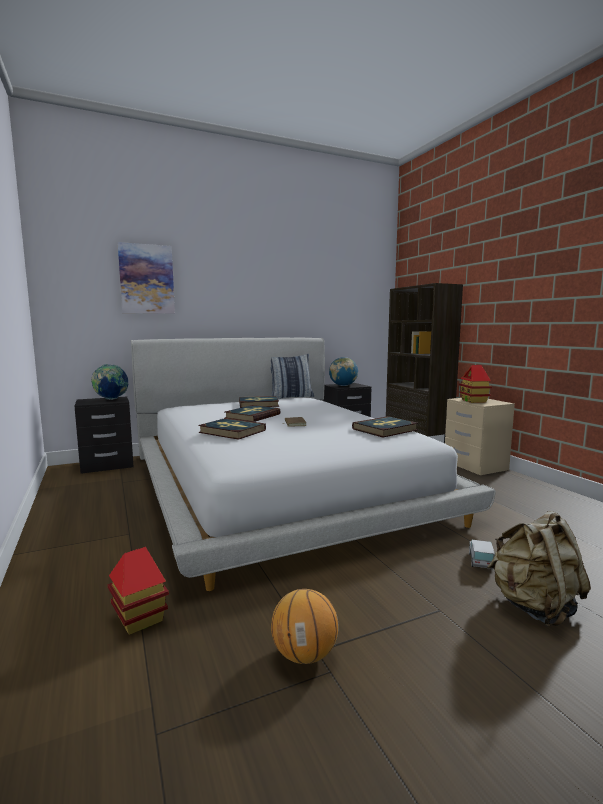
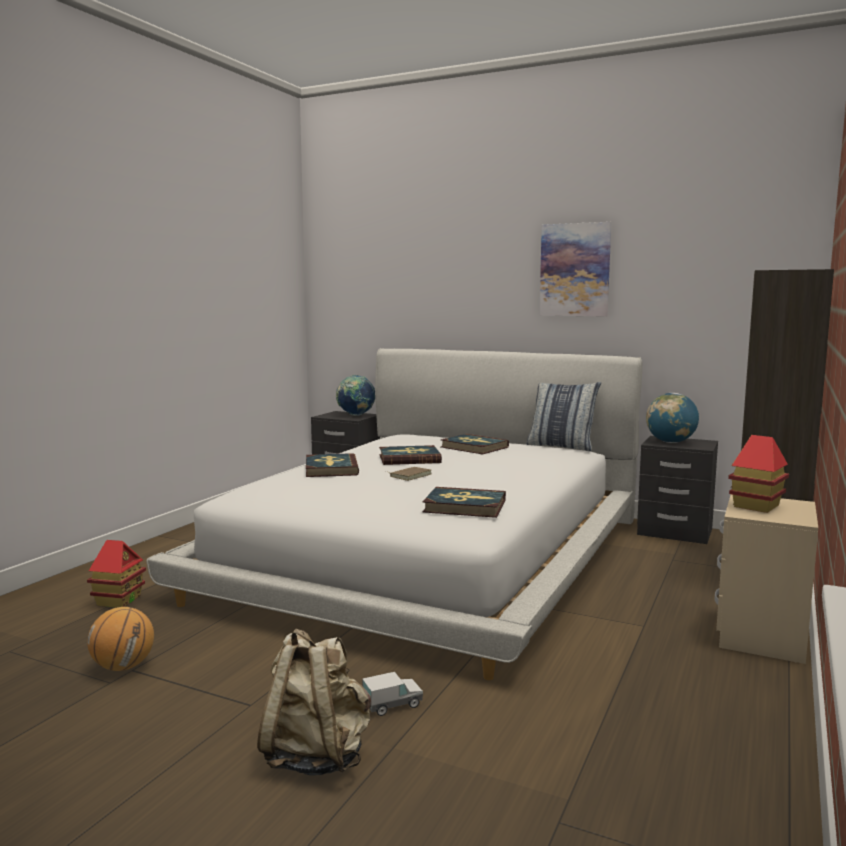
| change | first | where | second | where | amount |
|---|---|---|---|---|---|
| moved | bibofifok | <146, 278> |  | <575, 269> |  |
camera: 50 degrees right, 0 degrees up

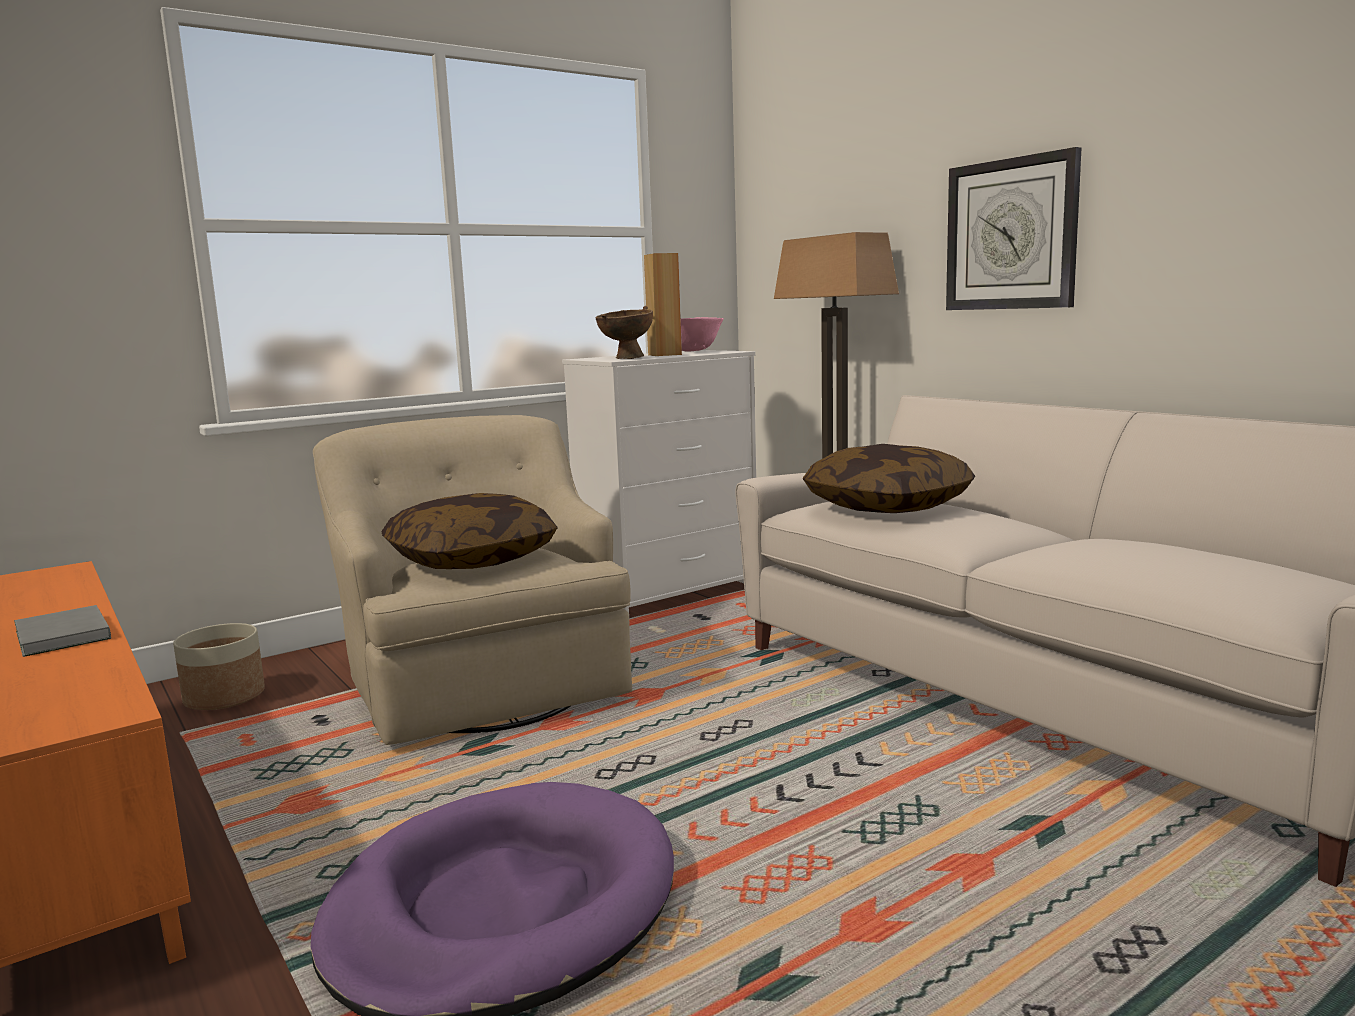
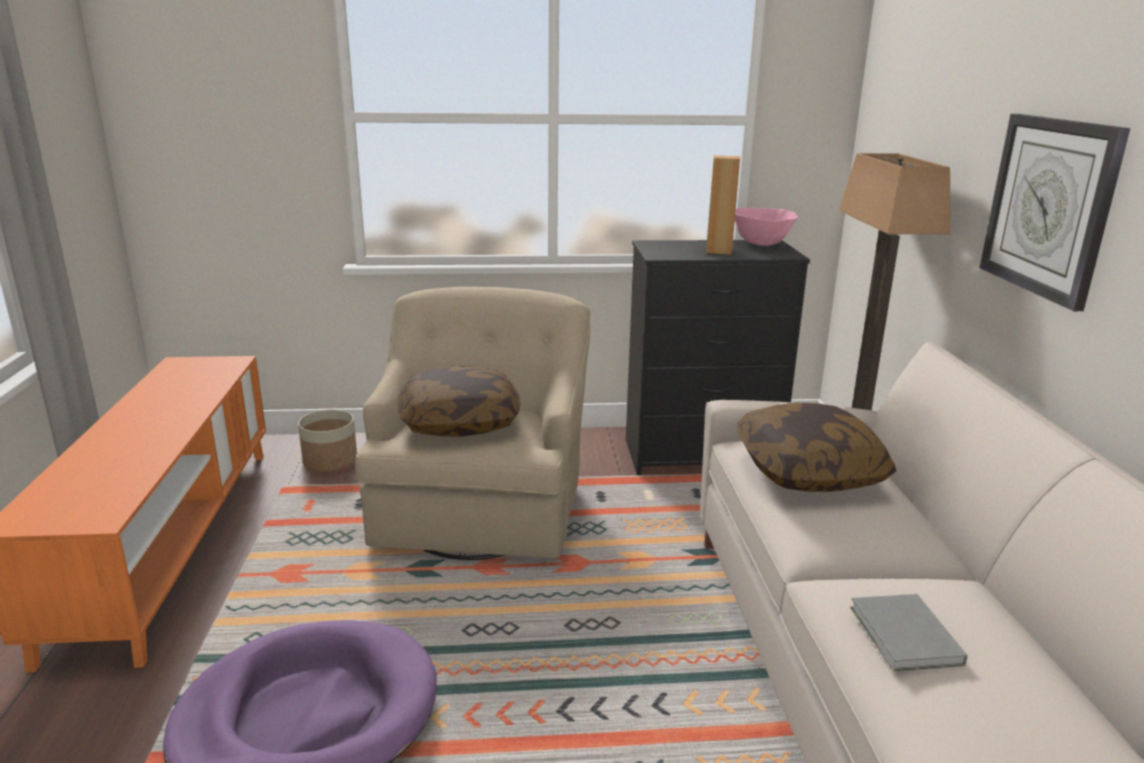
| change | first | where | second | where | amount |
|---|---|---|---|---|---|
| moved | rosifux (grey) | <62, 631> |  | <909, 632> |  |
| recoloured | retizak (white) | <659, 481> | retizak (black) | <718, 357> |  |
| removed | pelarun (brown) | <624, 332> |  |  |  |
camera: 30 degrees right, 10 degrees up

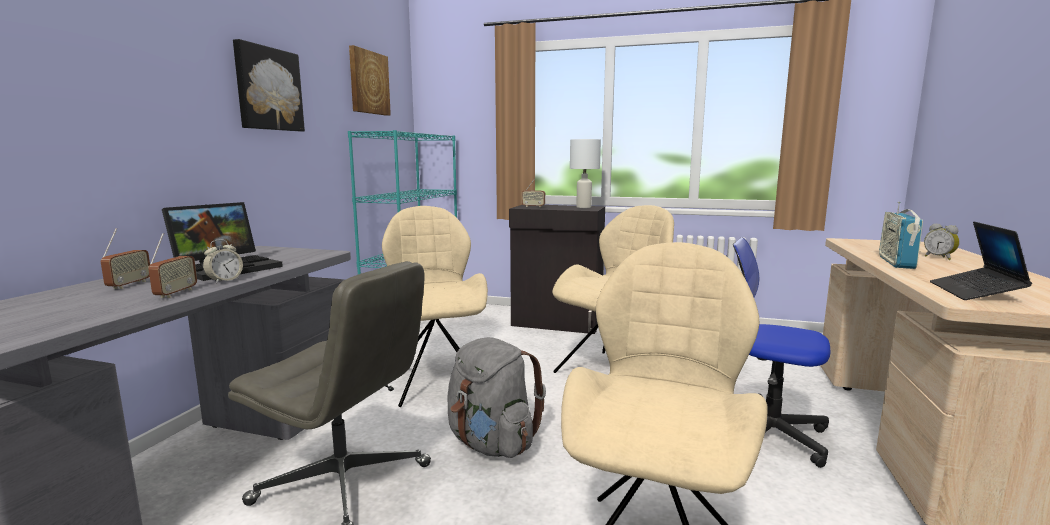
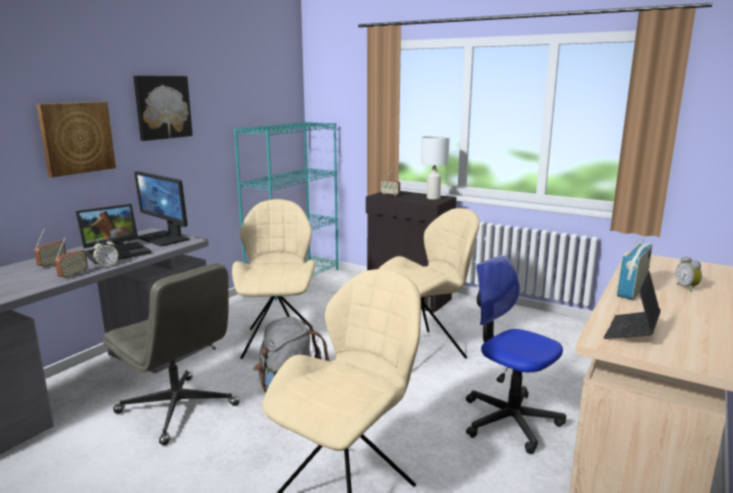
| change | first | where | second | where | amount |
|---|---|---|---|---|---|
| moved | bibofifok | <370, 80> |  | <76, 139> |  |
| added |  |  | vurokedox | <161, 209> |  |
camera: 15 degrees right, 5 degrees up

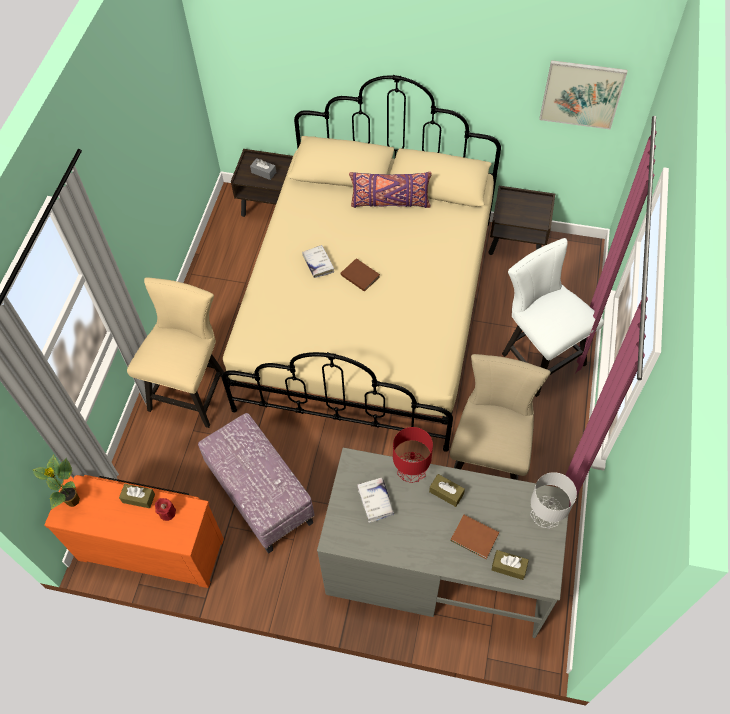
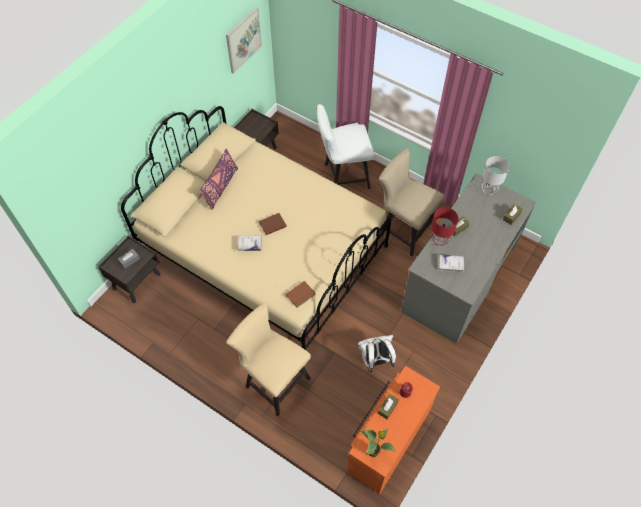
| change | first | where | second | where | amount |
|---|---|---|---|---|---|
| replaced | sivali | <256, 483> | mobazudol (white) | <377, 354> |  |
| moved | rosifux (brown) | <475, 537> |  | <301, 294> |  |
camera: 70 degrees left, 0 degrees up

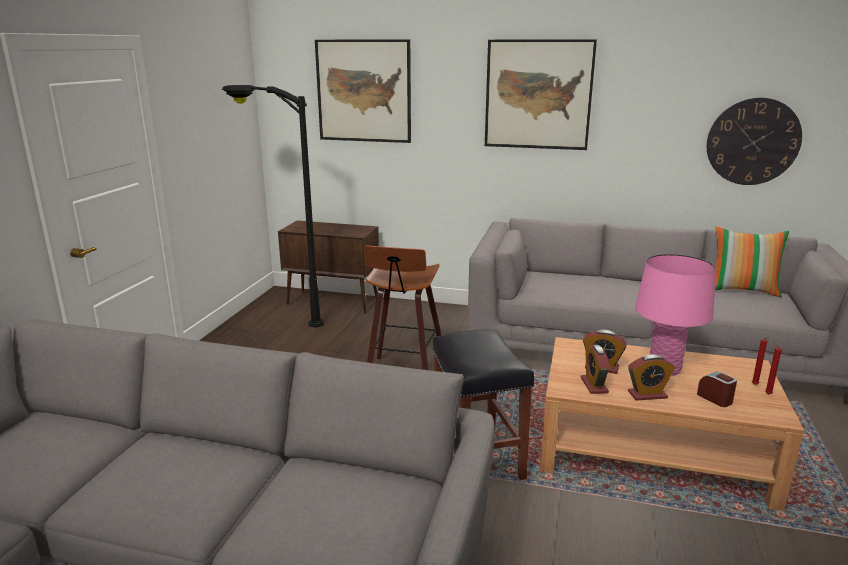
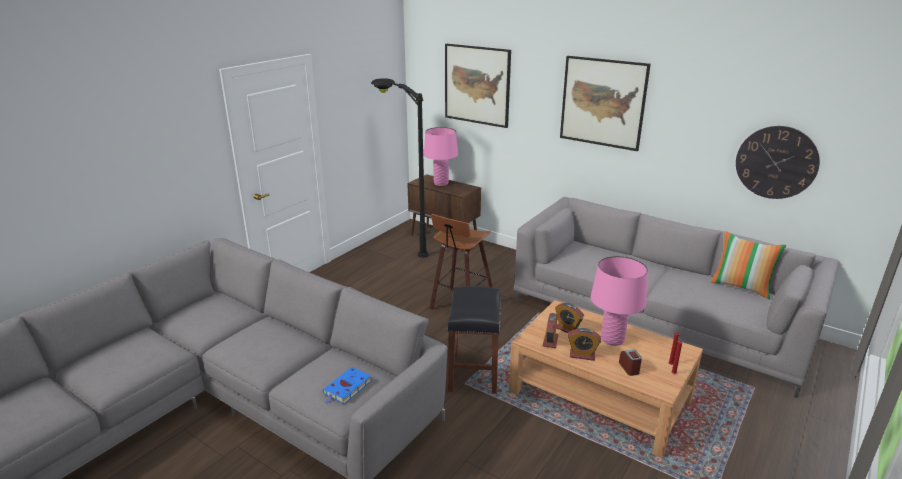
| change | first | where | second | where | amount |
|---|---|---|---|---|---|
| added |  |  | rosifux (blue) | <347, 385> |  |
| added |  |  | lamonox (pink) | <441, 156> |  |
camera: 20 degrees right, 5 degrees up

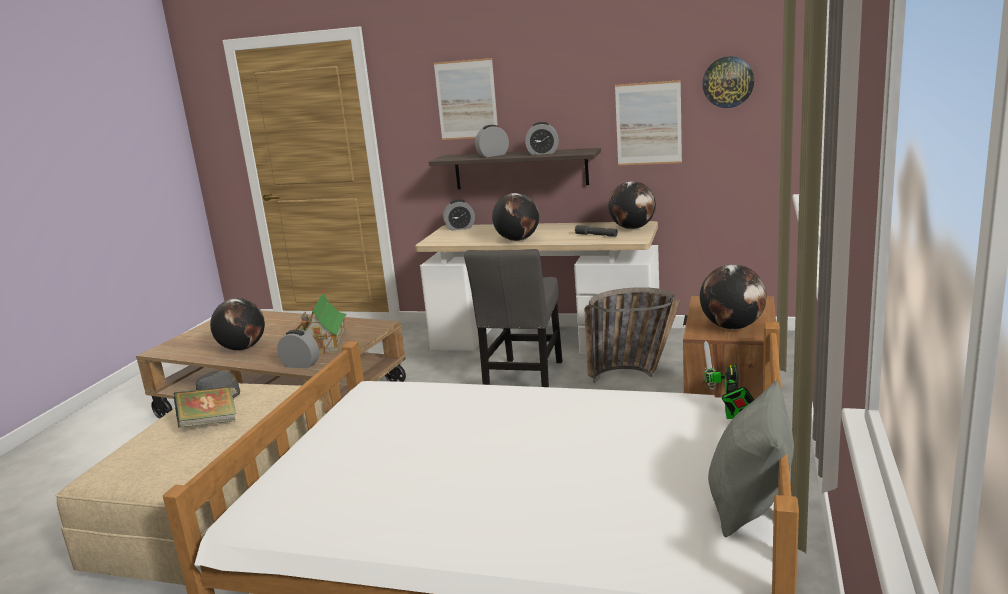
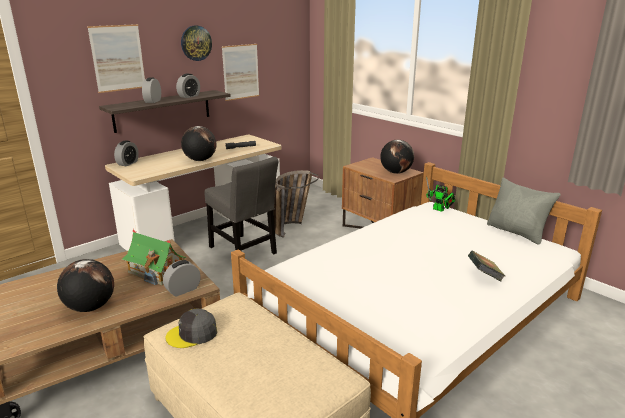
| change | first | where | second | where | amount |
|---|---|---|---|---|---|
| moved | rosifux | <205, 406> |  | <486, 266> |  |
| removed | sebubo | <632, 205> |  |  |  |
| moved | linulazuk | <728, 82> |  | <196, 43> |  |
camera: 60 degrees left, 5 degrees up

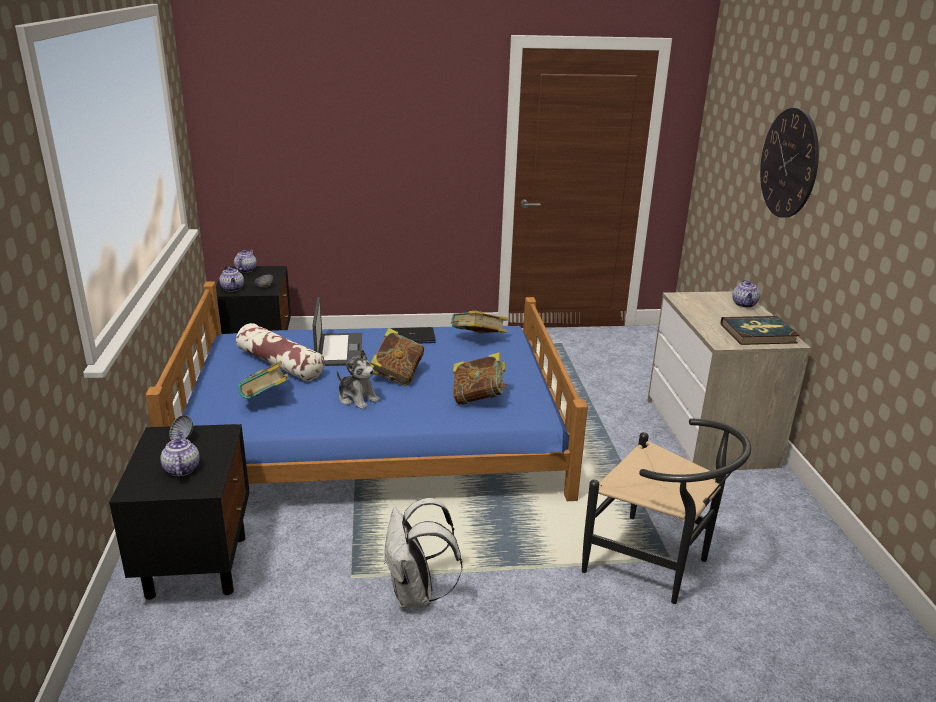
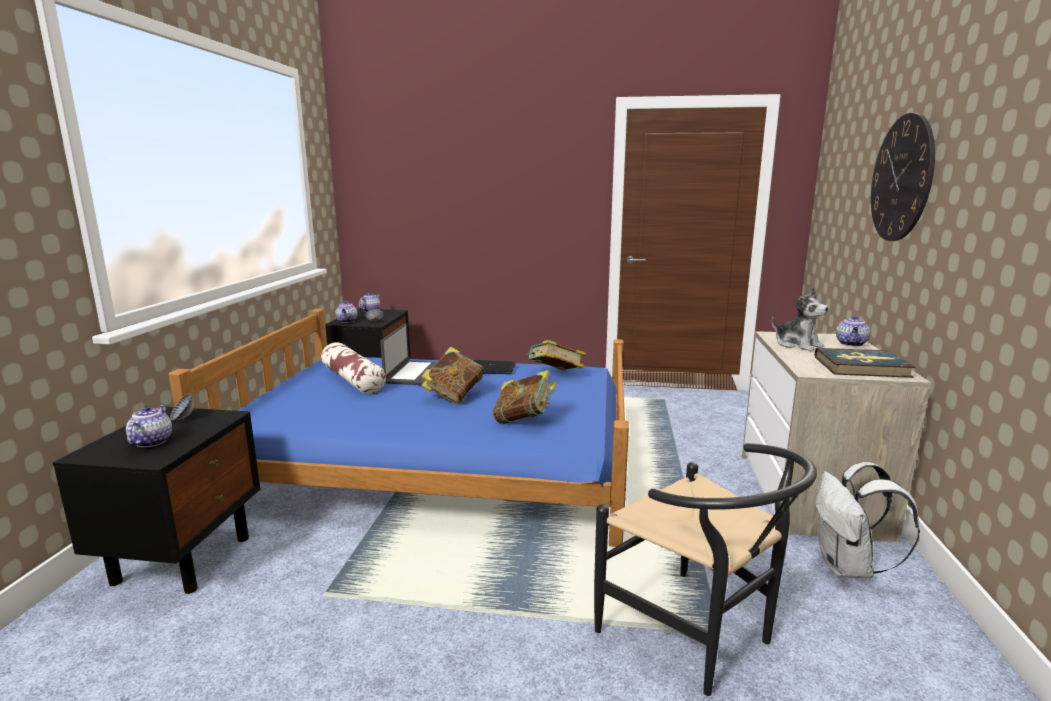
| change | first | where | second | where | amount |
|---|---|---|---|---|---|
| removed | rosifux | <263, 380> |  |  |  |
| moved | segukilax | <358, 379> |  | <800, 319> |  |
| moved | mobazudol (white) | <423, 553> |  | <867, 520> |  |
camera: 15 degrees right, 10 degrees down

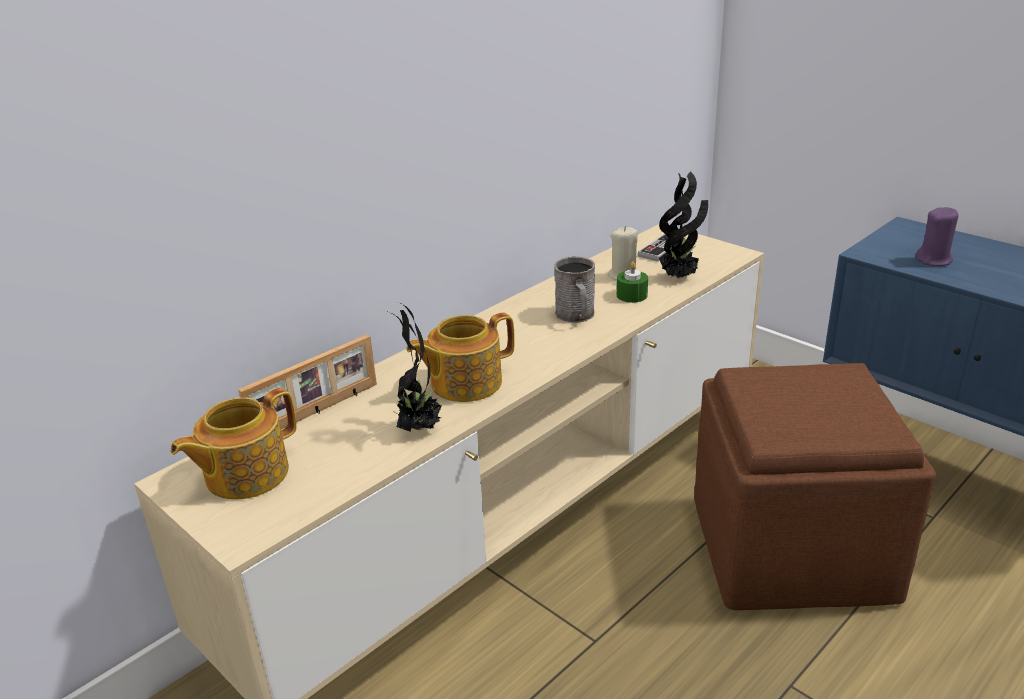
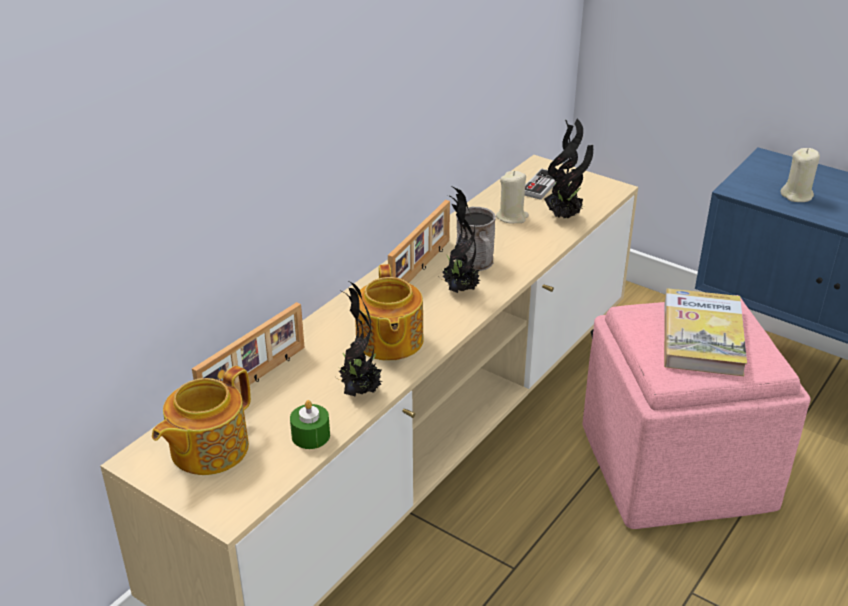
| change | first | where | second | where | amount |
|---|---|---|---|---|---|
| turned | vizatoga | <460, 357> |  | <389, 312> | 60 degrees counterclockwise |
| moved | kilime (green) | <632, 282> |  | <310, 424> |  |
| recoloured | sivali (brown) | <815, 486> | sivali (pink) | <697, 412> |  |
| recoloured | kilime (purple) | <936, 236> | kilime (beige) | <800, 175> |  |
| added |  |  | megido | <419, 241> |  |
| added |  |  | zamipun | <459, 240> |  |
| added |  |  | rosifux | <705, 332> |  |
camera: 10 degrees left, 5 degrees up

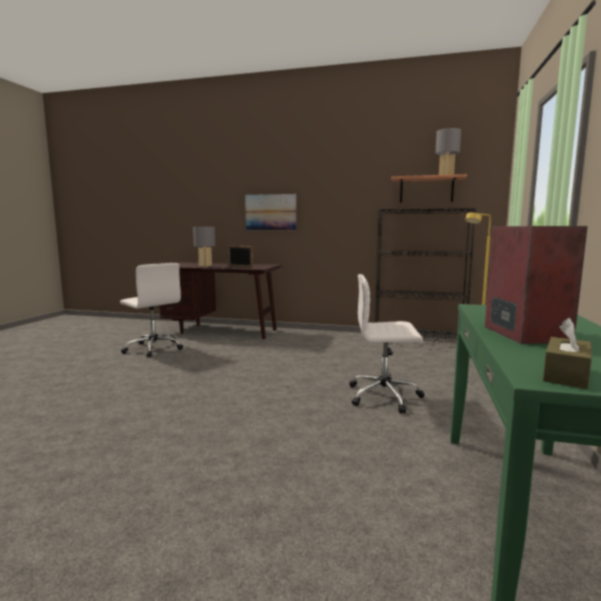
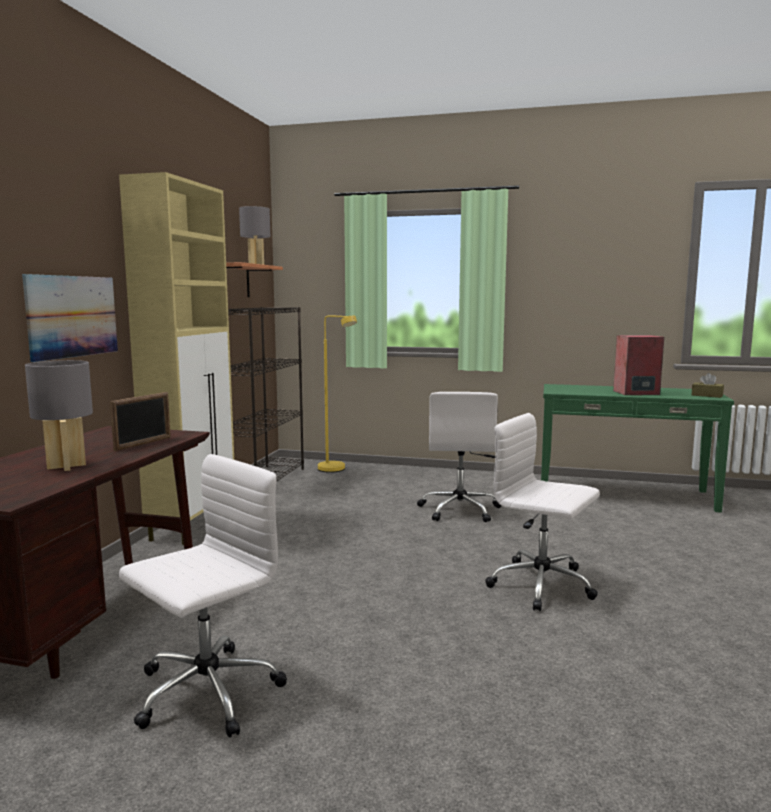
| change | first | where | second | where | amount |
|---|---|---|---|---|---|
| added |  |  | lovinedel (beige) | <176, 358> |  |
| added |  |  | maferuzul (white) | <542, 512> |  |
camera: 90 degrees left, 0 degrees up

